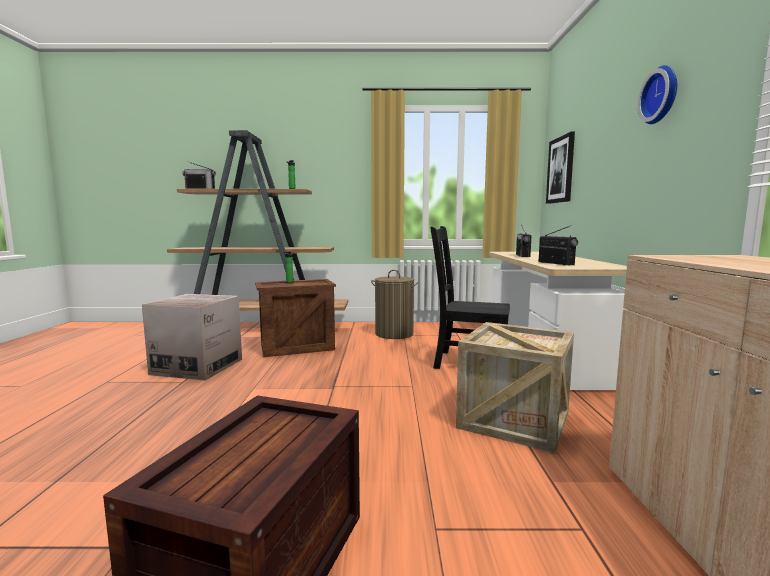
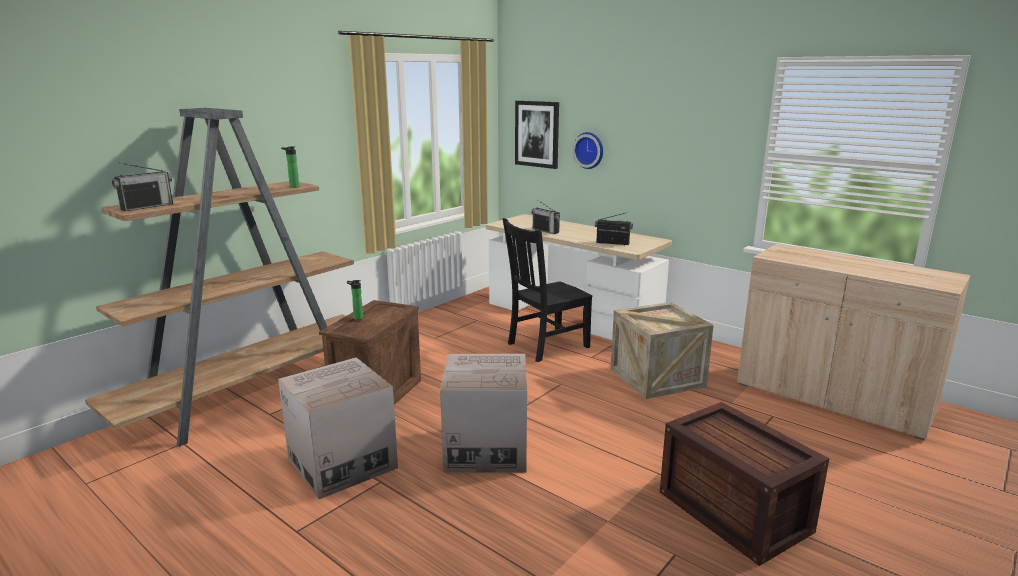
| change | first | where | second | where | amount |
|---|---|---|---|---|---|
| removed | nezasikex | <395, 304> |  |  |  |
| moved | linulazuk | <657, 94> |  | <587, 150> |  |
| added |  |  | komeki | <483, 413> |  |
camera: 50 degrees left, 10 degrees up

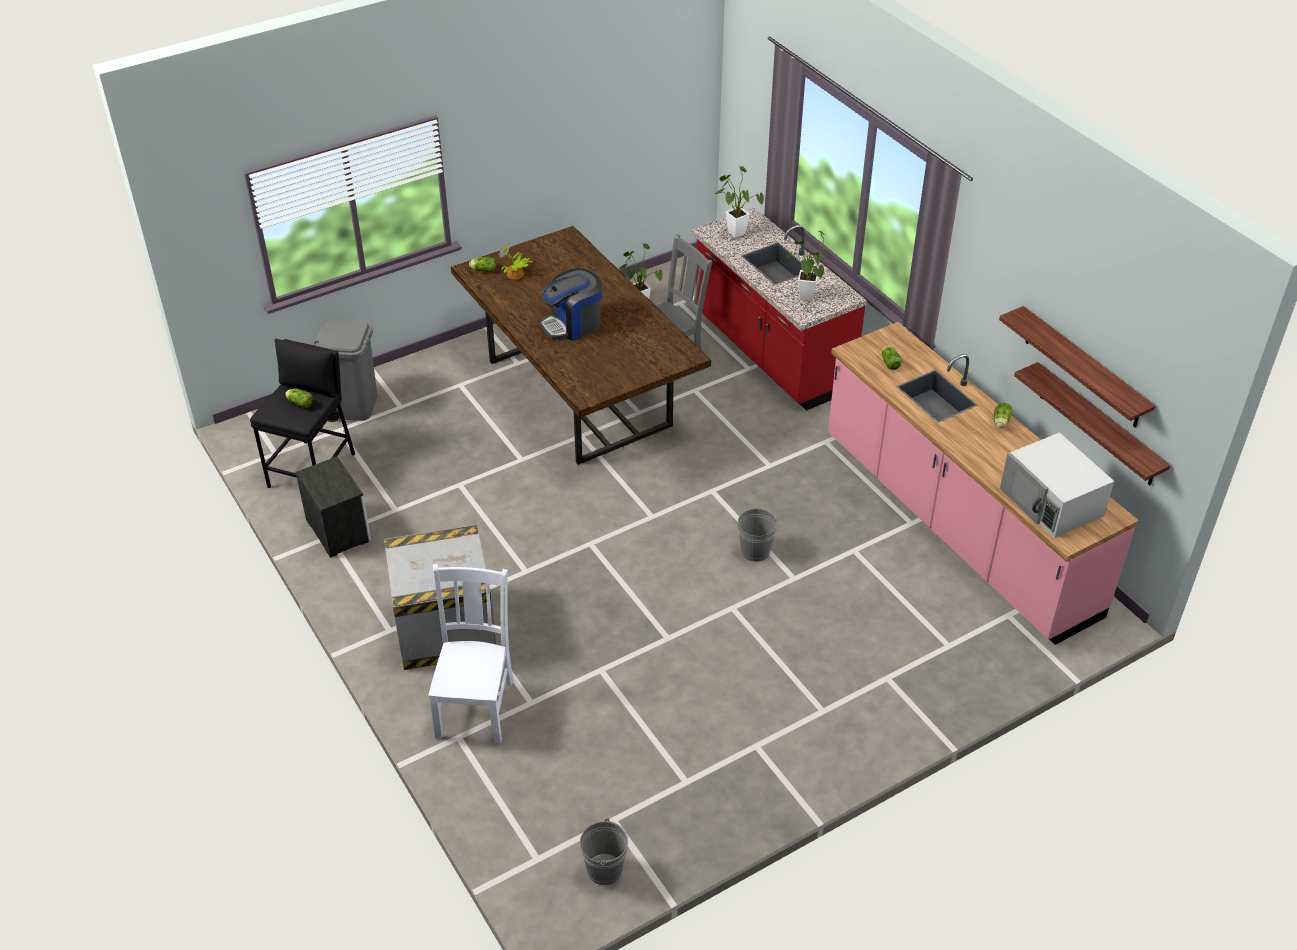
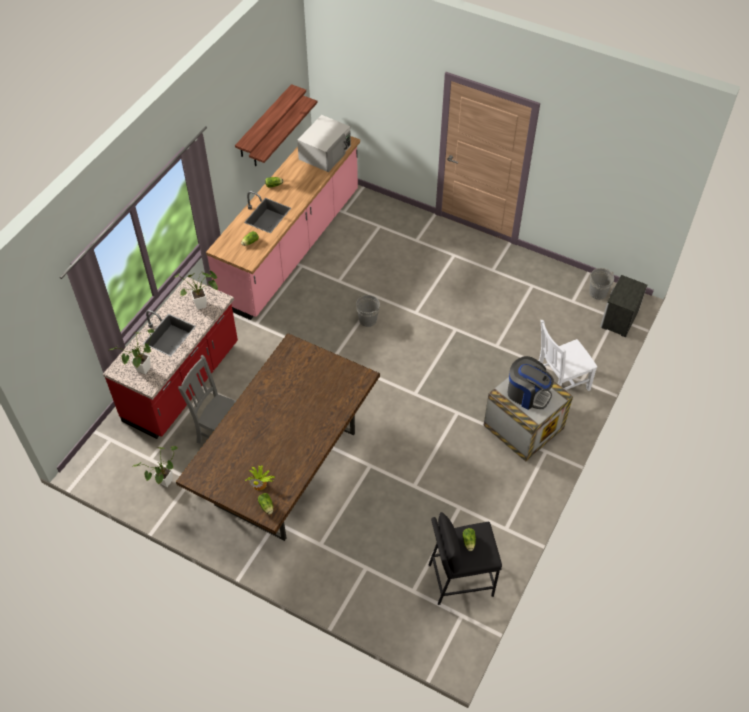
| change | first | where | second | where | amount |
|---|---|---|---|---|---|
| moved | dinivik | <333, 507> |  | <623, 306> |  |
| removed | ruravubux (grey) | <345, 370> |  |  |  |
| moved | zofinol | <571, 304> |  | <531, 383> |  |
camera: 120 degrees left, 10 degrees up

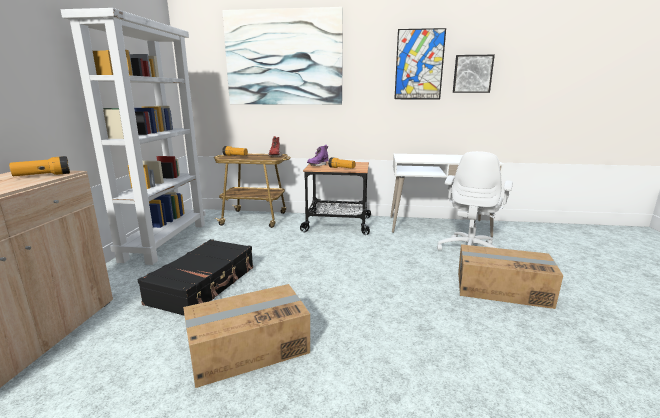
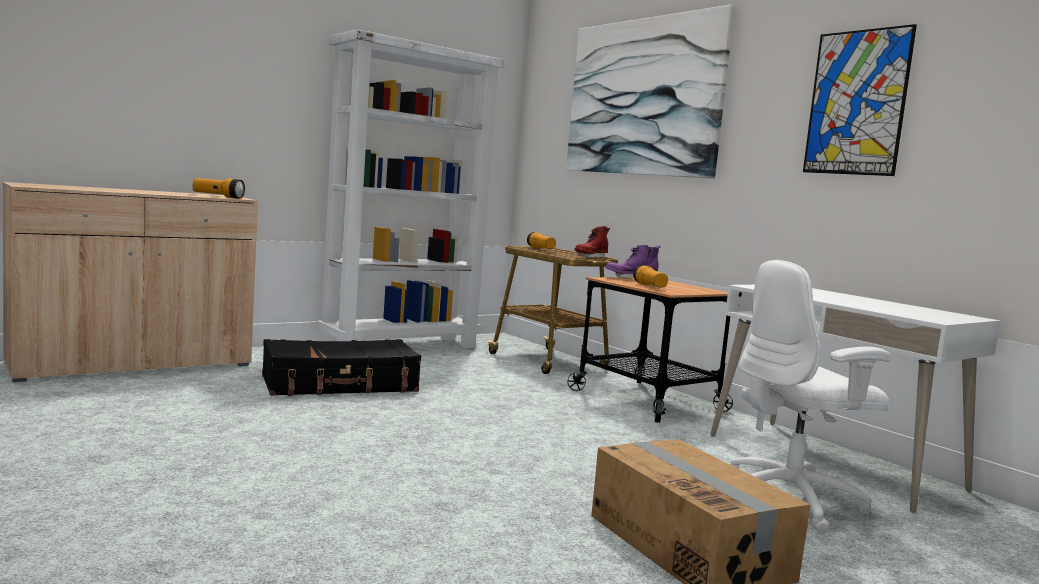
| change | first | where | second | where | amount |
|---|---|---|---|---|---|
| removed | komeki | <246, 336> |  |  |  |
| removed | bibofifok | <474, 74> |  |  |  |
camera: 45 degrees right, 10 degrees down

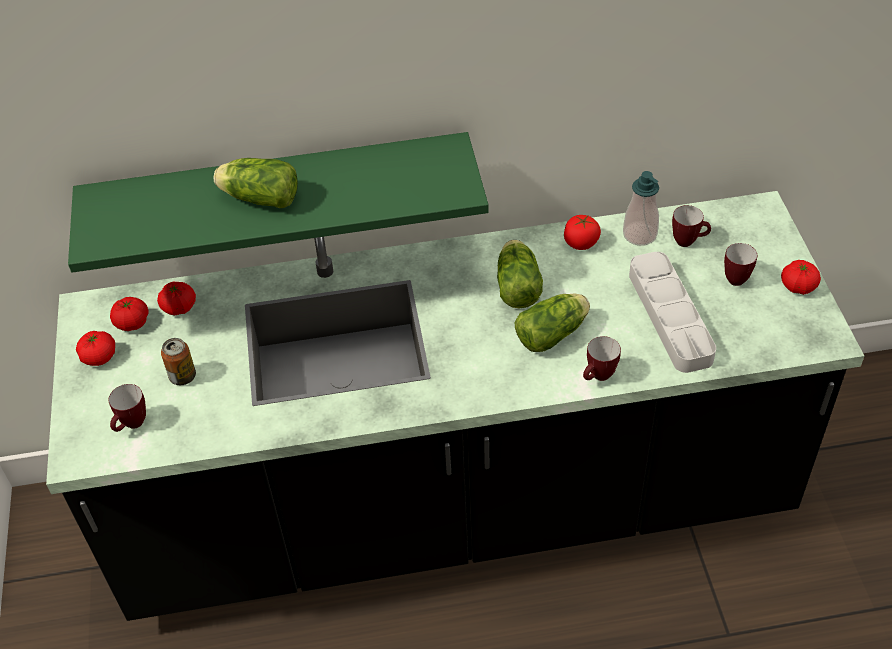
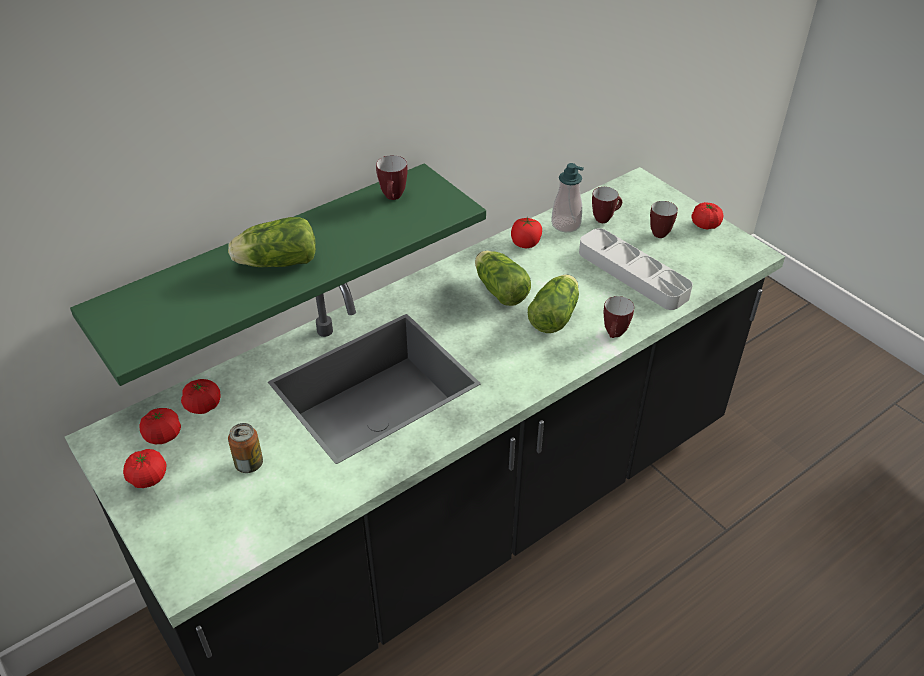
| change | first | where | second | where | amount |
|---|---|---|---|---|---|
| moved | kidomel | <127, 408> |  | <392, 177> |  |
camera: 30 degrees left, 5 degrees down

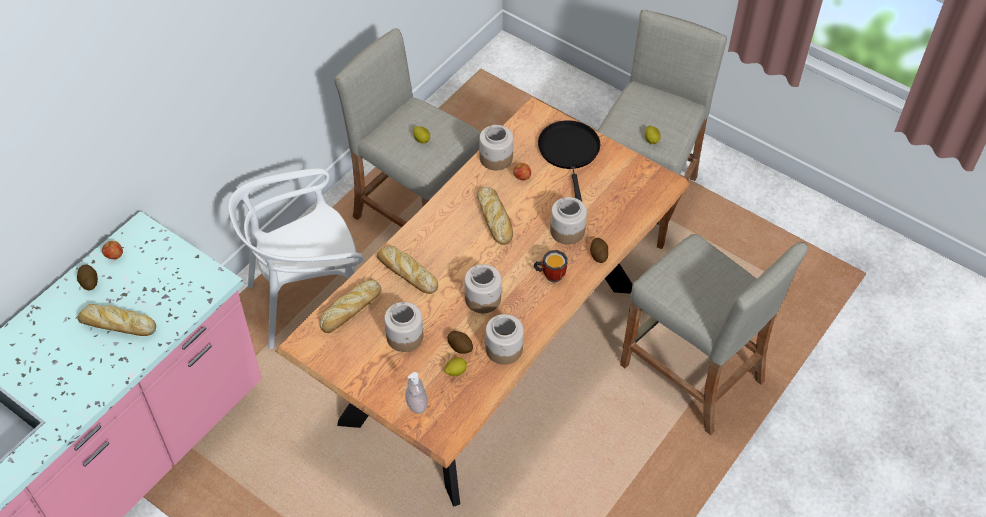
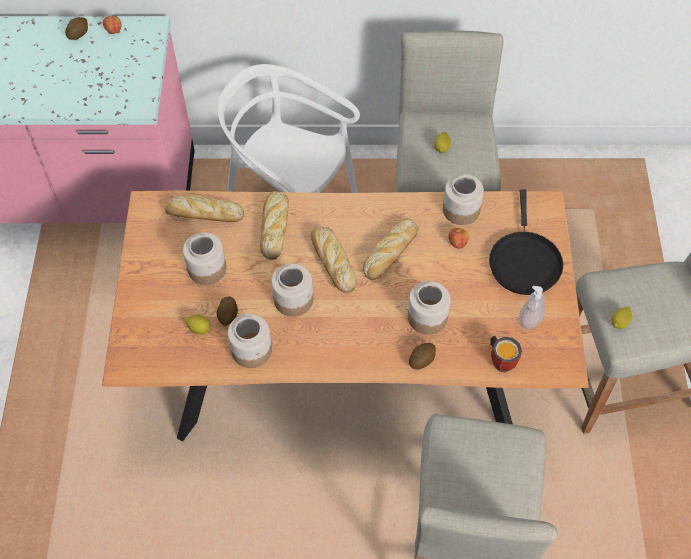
| change | first | where | second | where | amount |
|---|---|---|---|---|---|
| moved | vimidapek | <116, 320> |  | <334, 260> |  |
| moved | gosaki | <416, 393> |  | <532, 307> |  |
| moved | kidomel | <551, 266> |  | <506, 354> |  |
| turned | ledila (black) | <569, 160> |  | <526, 242> | 135 degrees clockwise |
camera: 55 degrees right, 5 degrees up

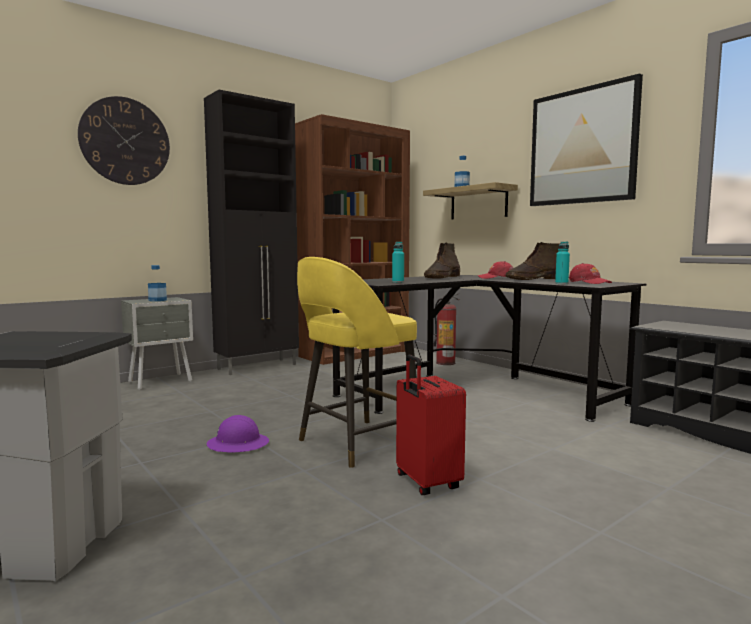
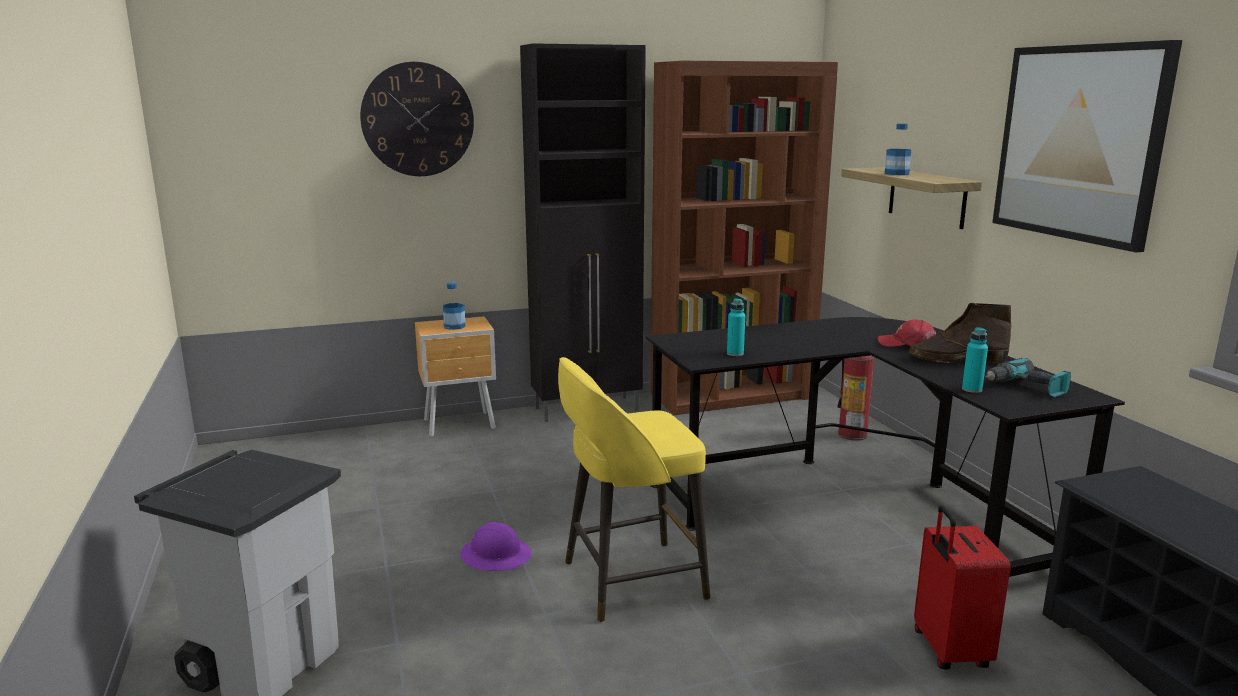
| change | first | where | second | where | amount |
|---|---|---|---|---|---|
| recoloured | dinivik (grey) | <157, 343> | dinivik (brown) | <455, 376> |  |
| moved | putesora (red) | <431, 424> |  | <962, 587> |  |
| removed | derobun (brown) | <442, 260> |  |  |  |
| replaced | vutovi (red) | <590, 273> | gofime | <1028, 377> |  |
camera: 20 degrees right, 10 degrees up

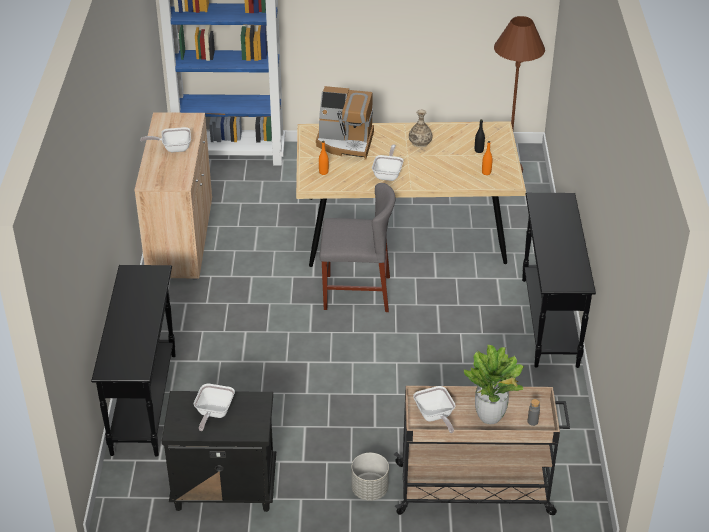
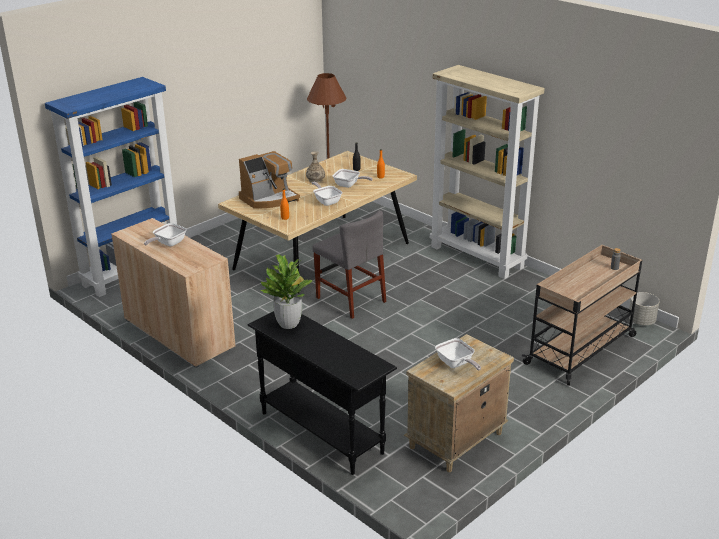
| change | first | where | second | where | amount |
|---|---|---|---|---|---|
| recoloured | dinivik (black) | <219, 451> | dinivik (beige) | <459, 403> |  |
| turned | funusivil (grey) | <357, 247> |  | <349, 264> | 90 degrees clockwise |
| moved | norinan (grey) | <370, 477> |  | <644, 308> |  |
| moved | ledila | <434, 409> |  | <353, 178> |  |
| moved | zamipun | <494, 384> |  | <287, 291> |  |
| replaced | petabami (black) | <559, 280> | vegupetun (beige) | <487, 172> |  |
camera: 45 degrees left, 10 degrees down

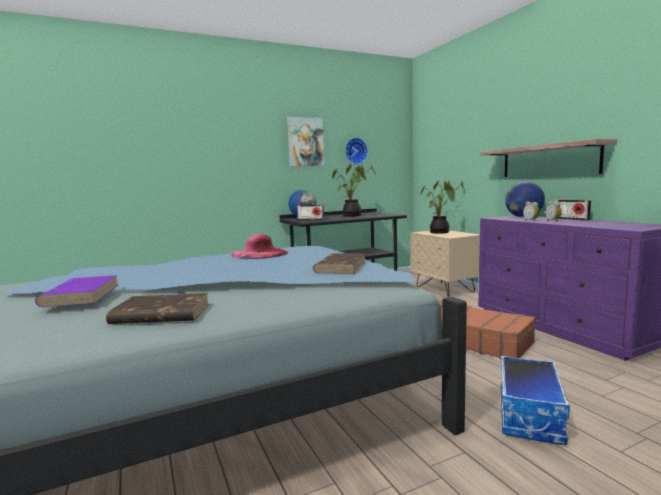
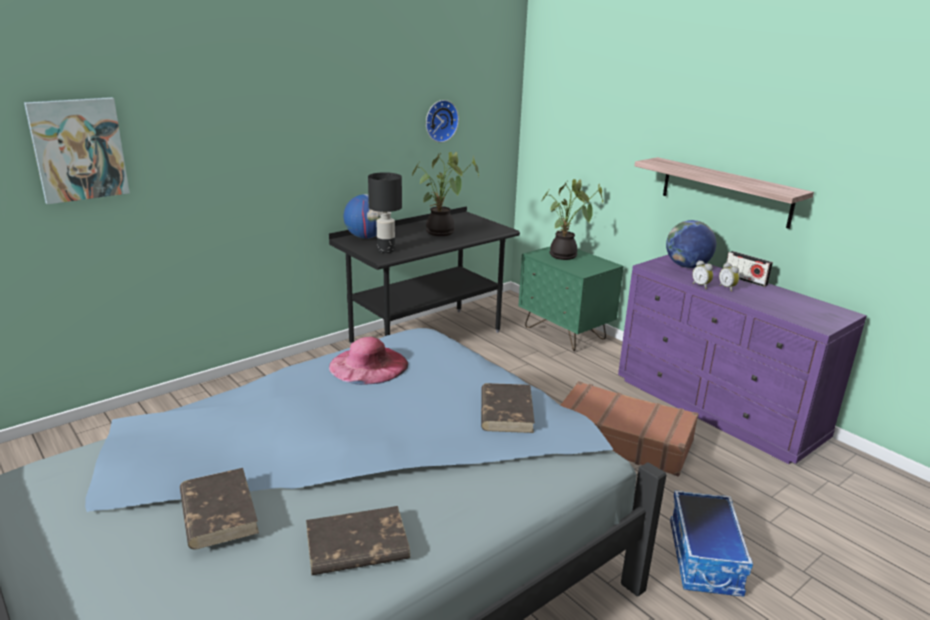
| change | first | where | second | where | amount |
|---|---|---|---|---|---|
| recoloured | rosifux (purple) | <76, 291> | rosifux (brown) | <219, 509> |  |
| moved | bibofifok | <305, 141> |  | <77, 150> |  |
| replaced | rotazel | <310, 212> | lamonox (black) | <385, 212> |  |
| recoloured | dinivik (beige) | <445, 264> | dinivik (green) | <571, 298> |  |
camera: 15 degrees left, 15 degrees up

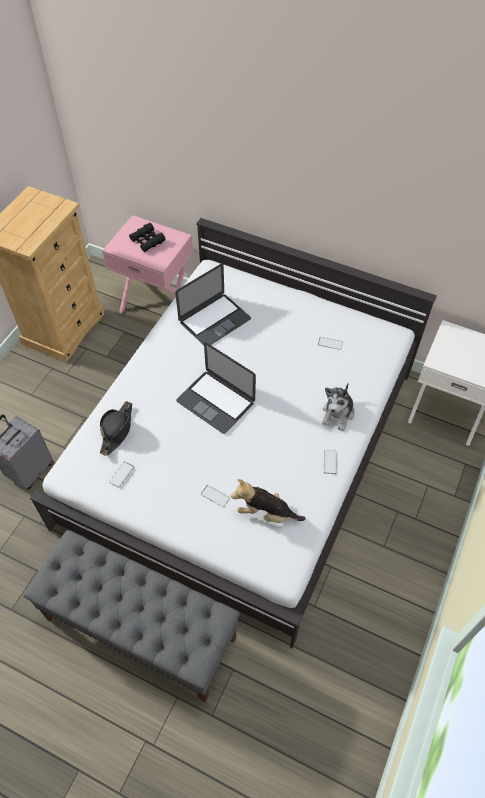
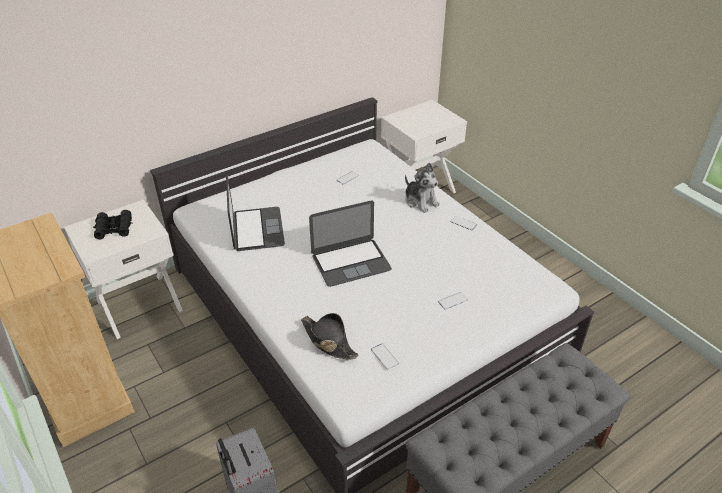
| change | first | where | second | where | amount |
|---|---|---|---|---|---|
| recoloured | dinivik (pink) | <147, 264> | dinivik (white) | <123, 269> |  |
| removed | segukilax | <268, 501> |  |  |  |
camera: 60 degrees left, 15 degrees down

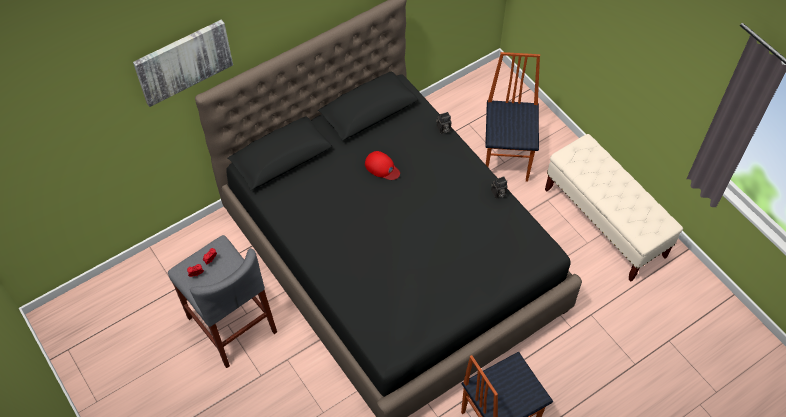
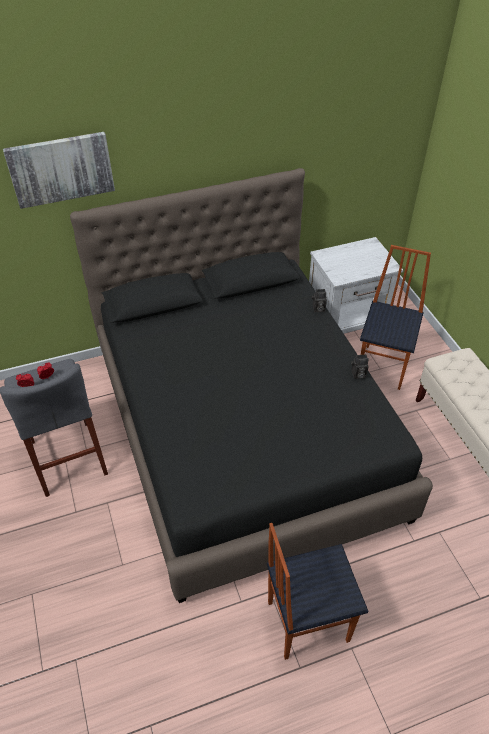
| change | first | where | second | where | amount |
|---|---|---|---|---|---|
| removed | vutovi (red) | <382, 165> |  |  |  |
| added |  |  | dinivik (white) | <356, 285> |  |
camera: 15 degrees right, 10 degrees down

